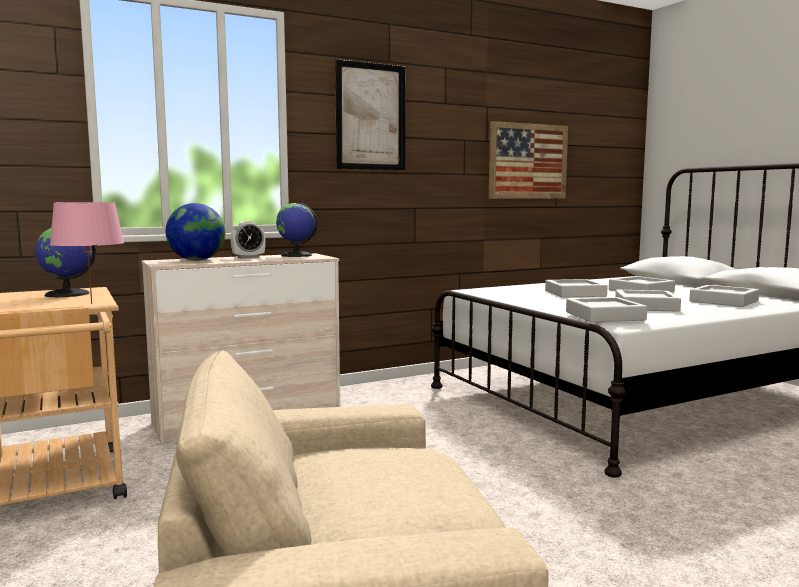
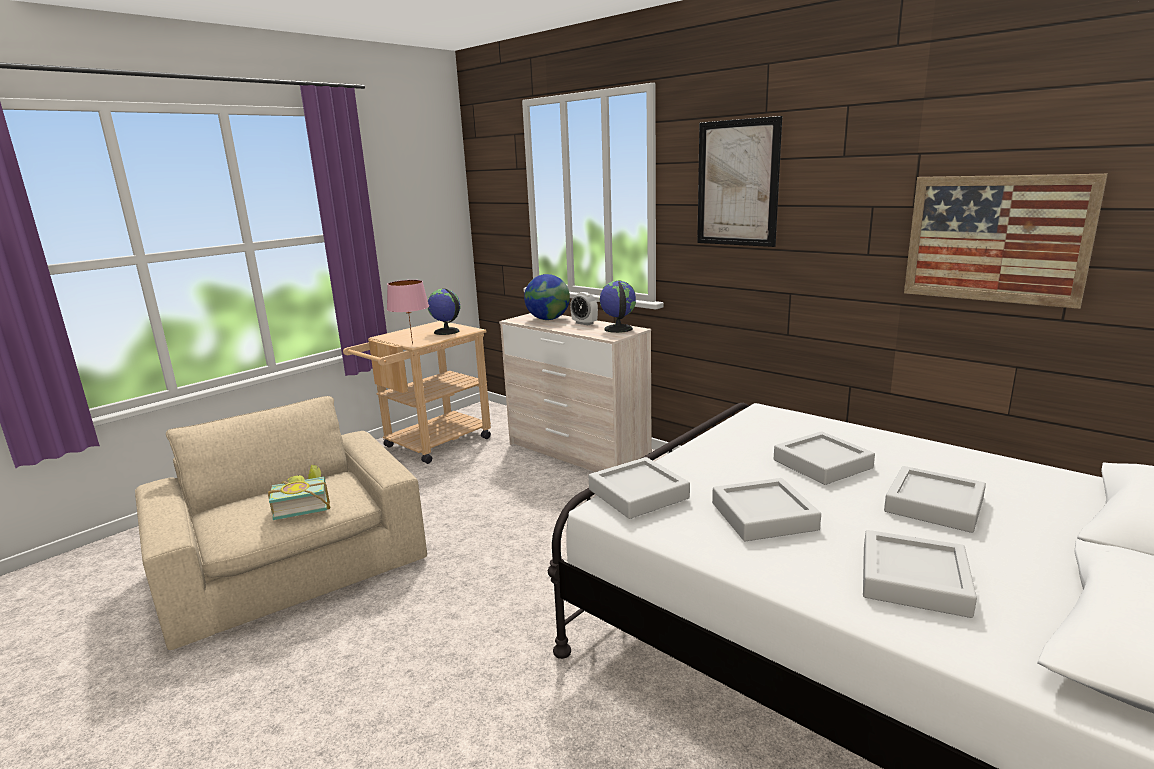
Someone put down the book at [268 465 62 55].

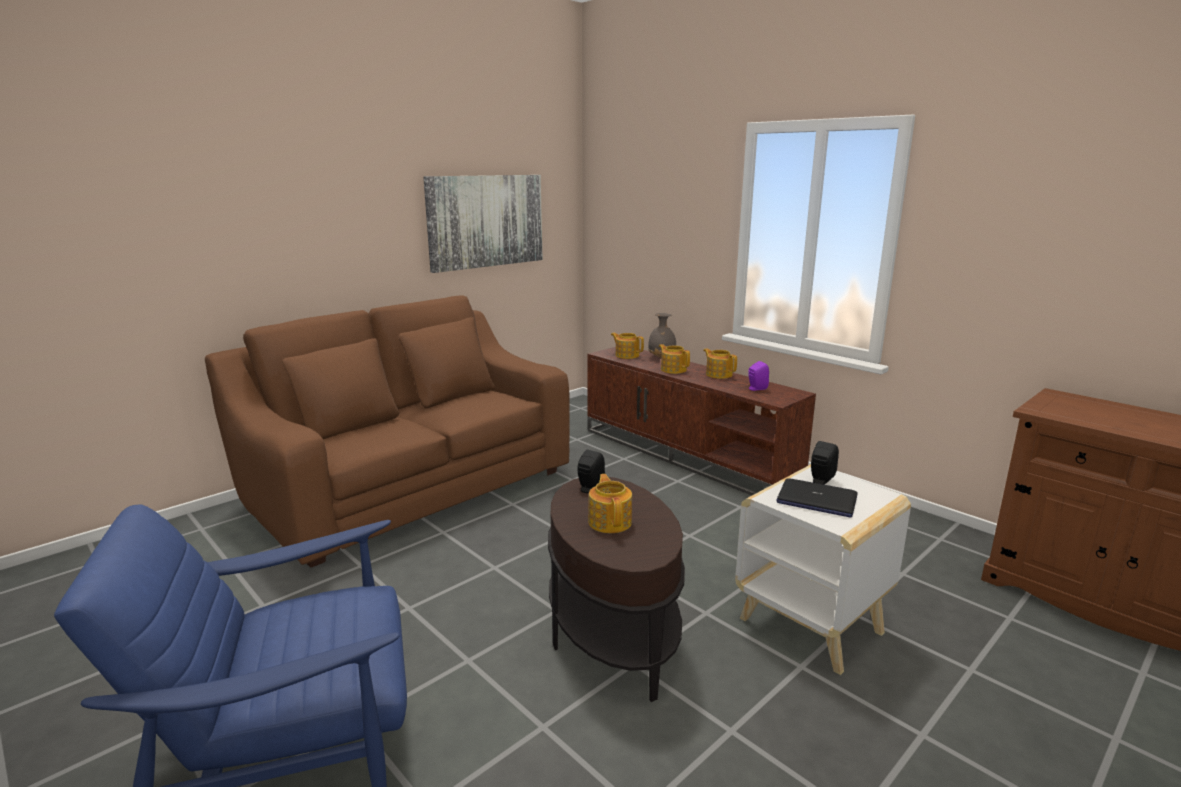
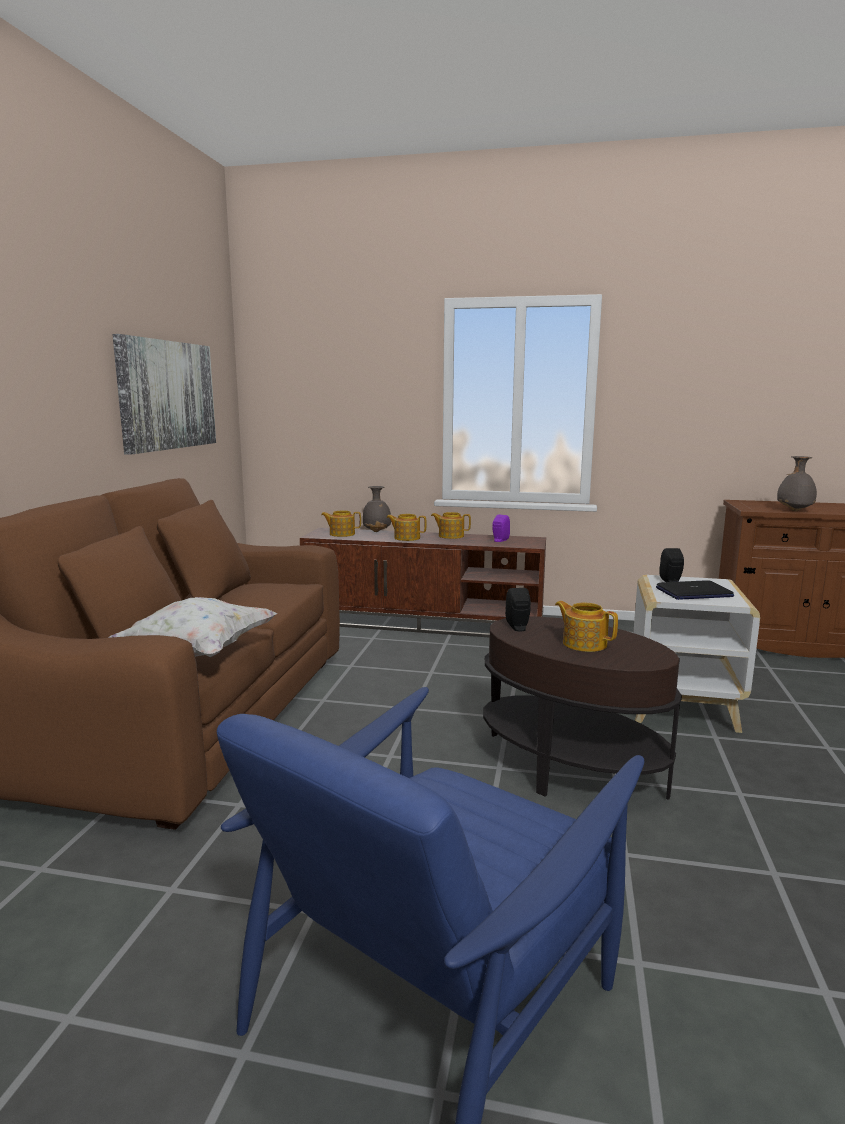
Someone put down the pillow in white at [108 597 170 60].
Someone put down the vase in grey at [777 456 40 55].

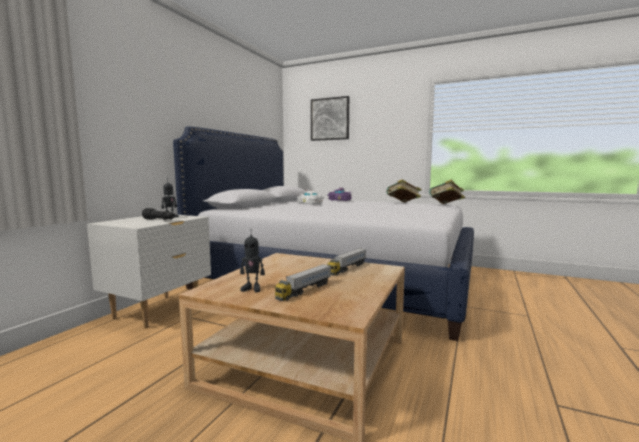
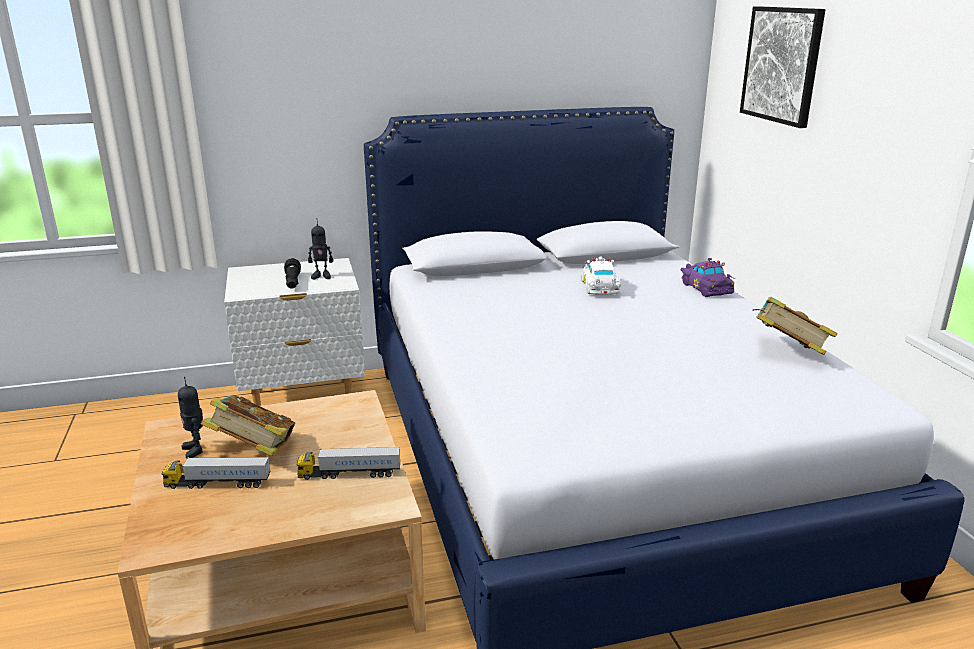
Someone carried the book from [429 180 36 24] to [201 395 94 61].

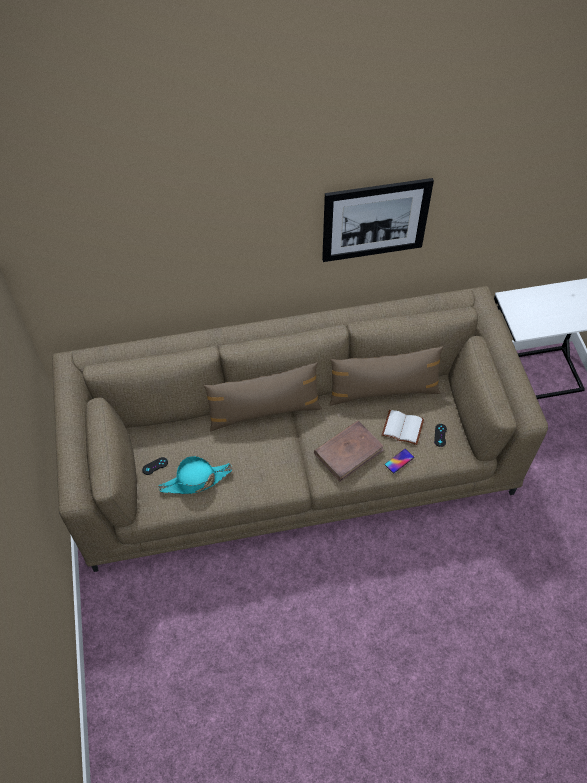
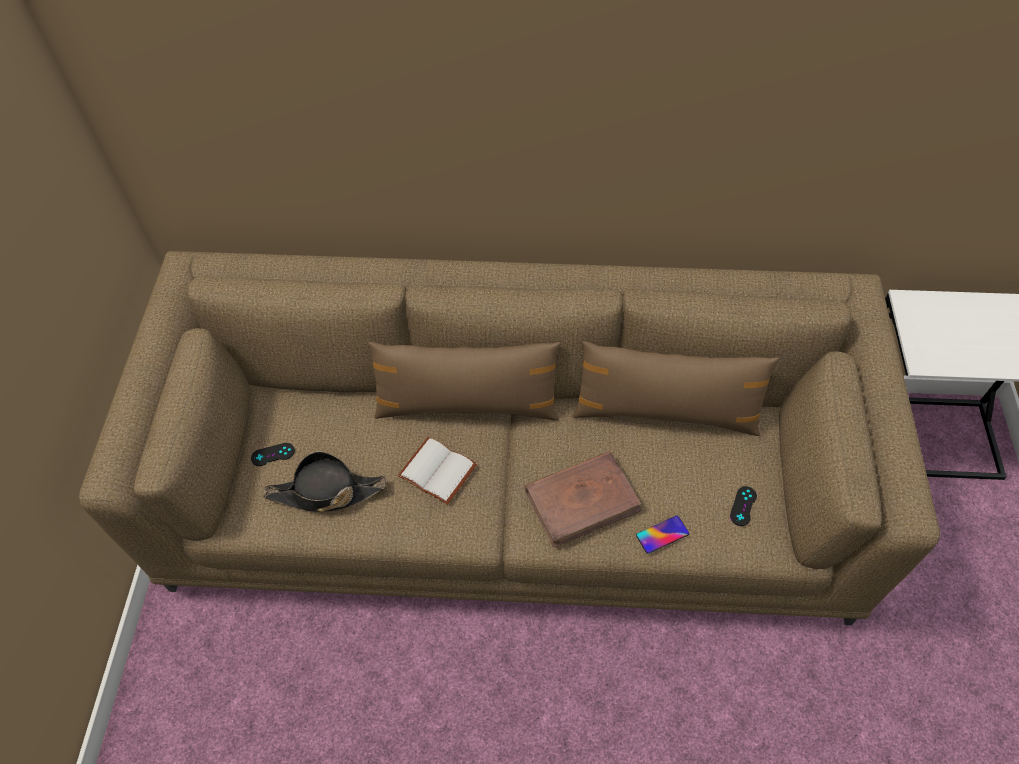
Someone repainted the hat in turquoise at [158 456 74 38], which became the hat in black at [264 451 122 61].
Someone carried the book in white from [382 410 42 35] to [398 437 79 68].
Someone took away the picture at [322 178 112 84].

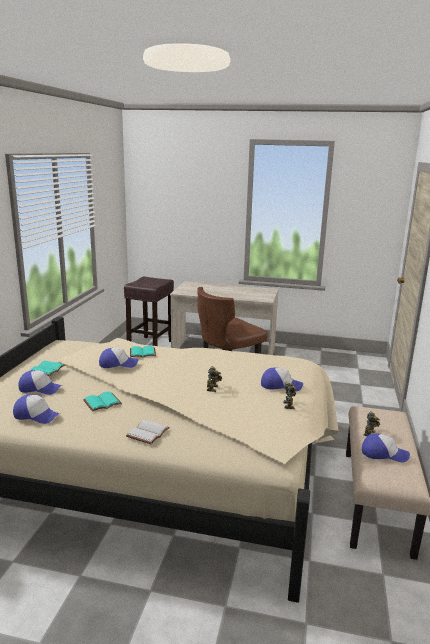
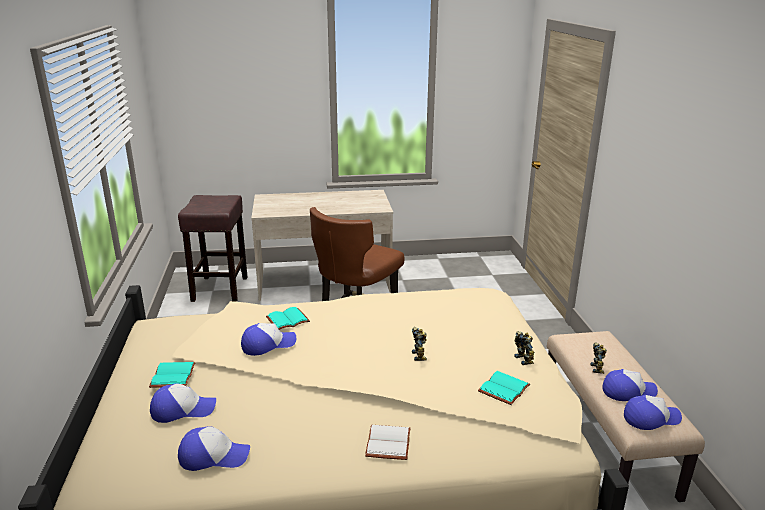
Someone carried the book in turquoise from [83 392 39 20] to [478 371 52 34].
Someone carried the cap from [261 368 42 23] to [624 395 58 35].

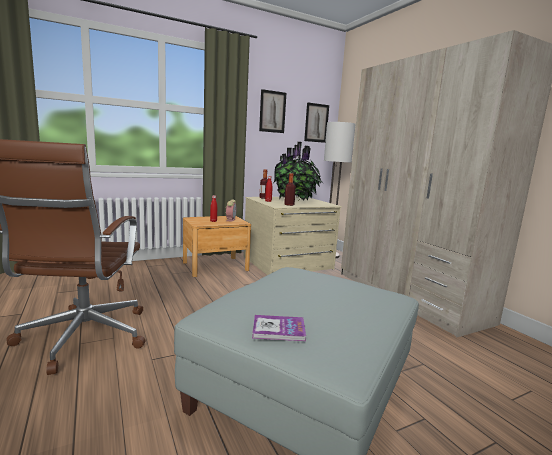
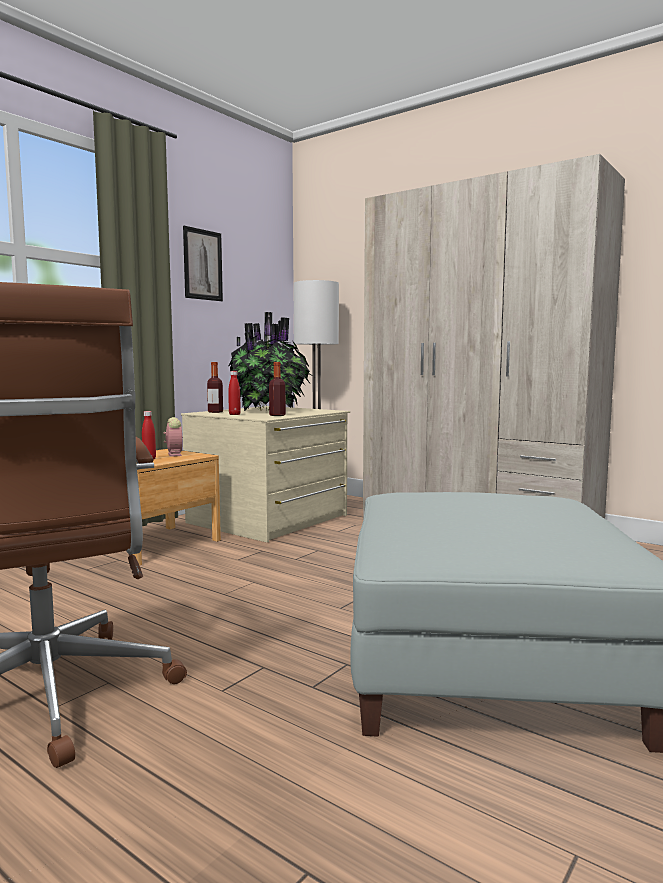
Someone took away the book at [252 315 54 26].
Someone took away the picture at [304 102 25 41].

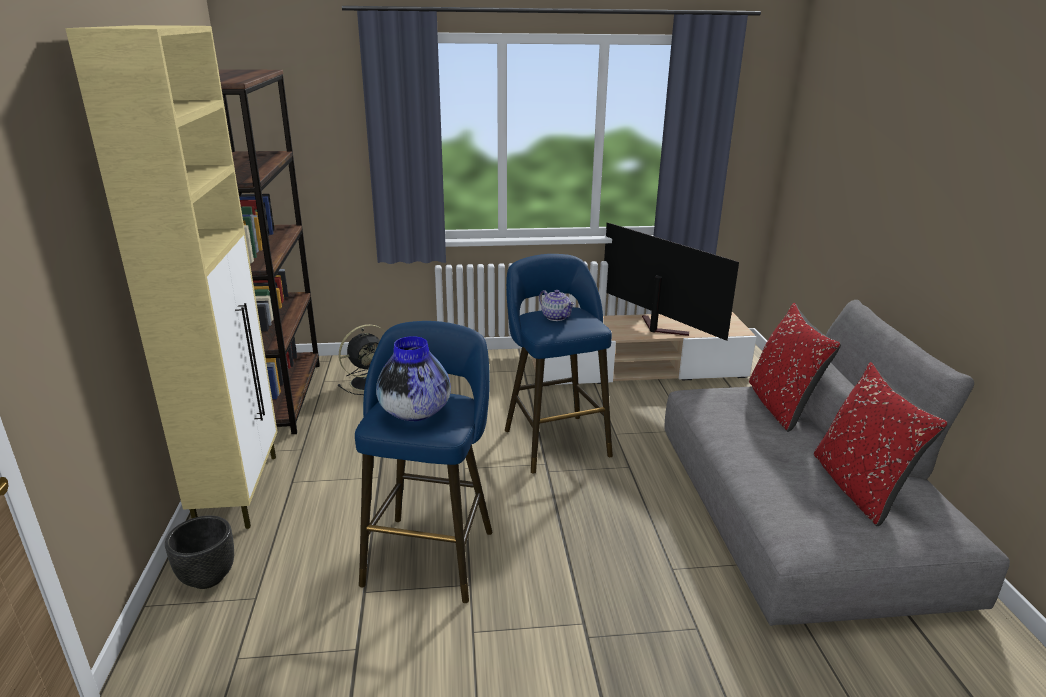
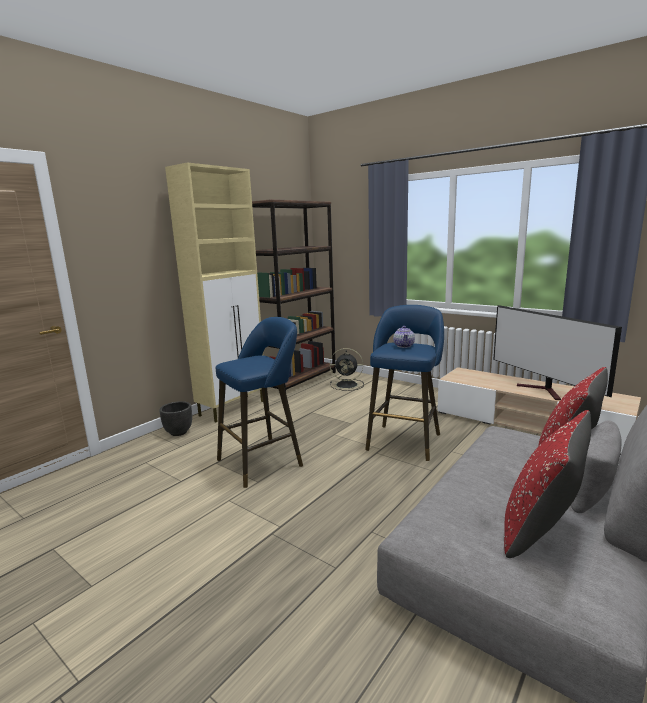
Someone rotated the television at [604 223 135 118] by 150 degrees clockwise.
Someone took away the vase at [376 336 75 85].

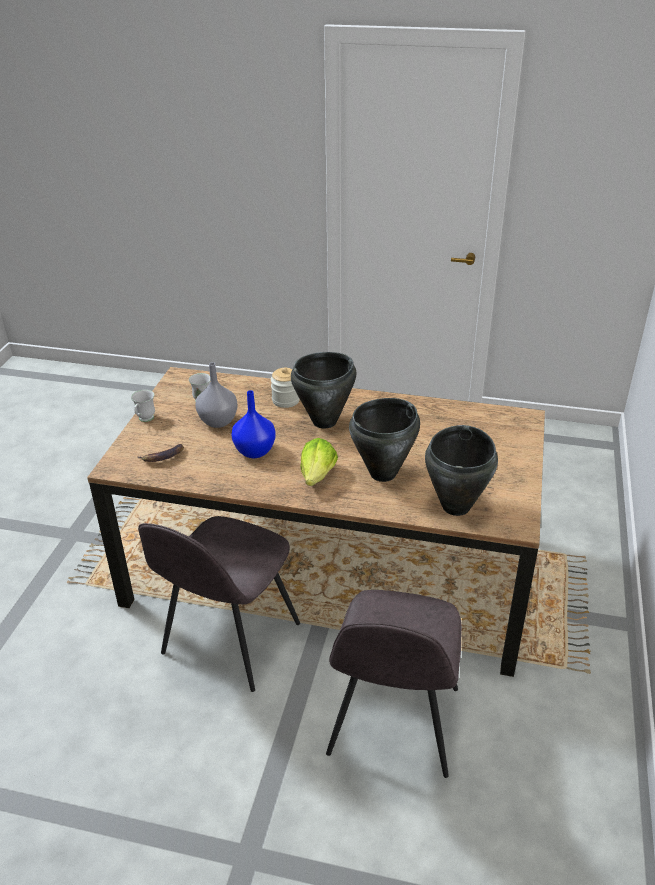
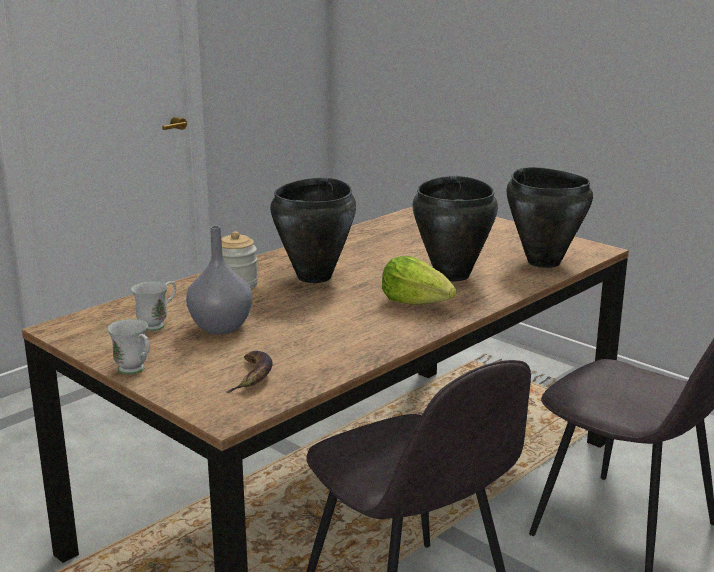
Someone took away the vase in blue at [231 390 45 68].

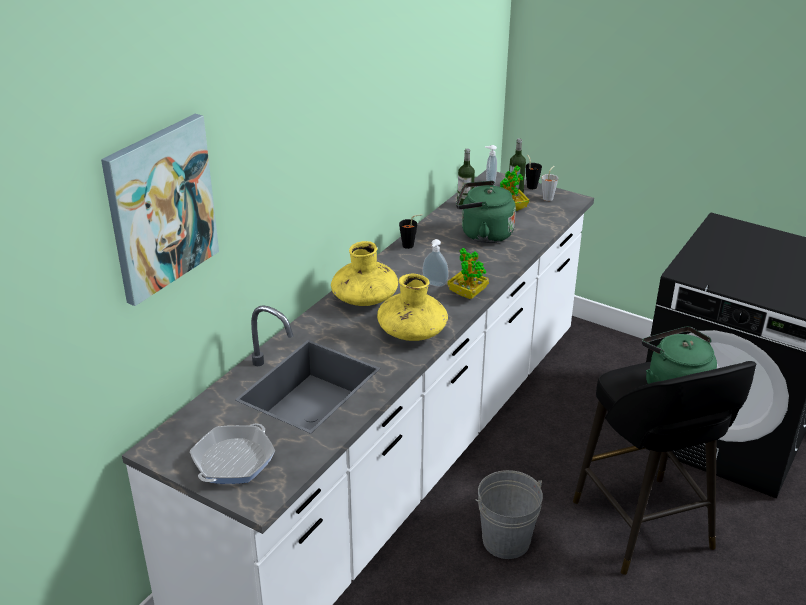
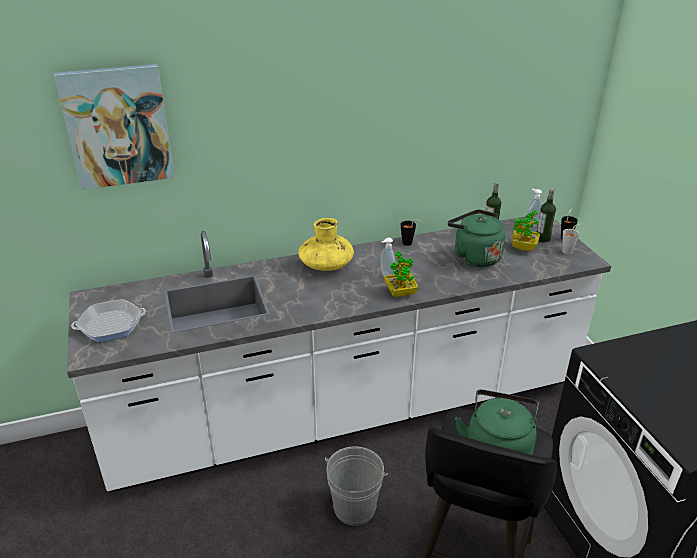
Someone took away the vase in yellow at [377 274 71 67].

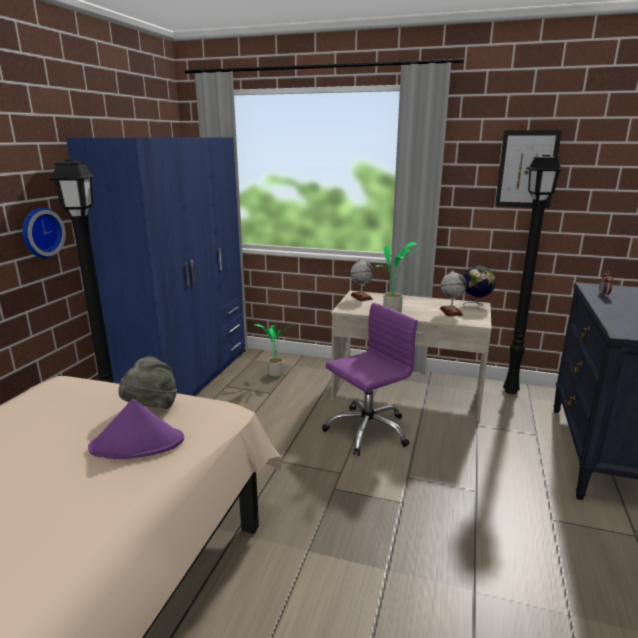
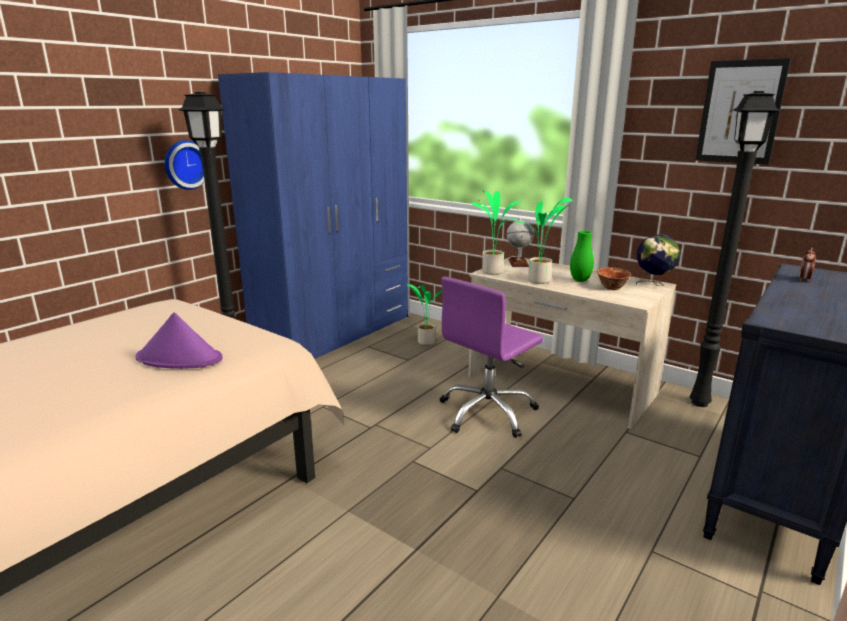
Someone rotated the office chair in purple at [322 303 96 153] by 150 degrees clockwise.
Someone put down the potted plant at [472 190 50 85].
Someone put down the vase in green at [570 231 24 51].
Someone swapped the globe at [440 270 27 46] for the bowl at [597 267 34 23].
Someone took away the hat in grey at [118 356 59 53].

